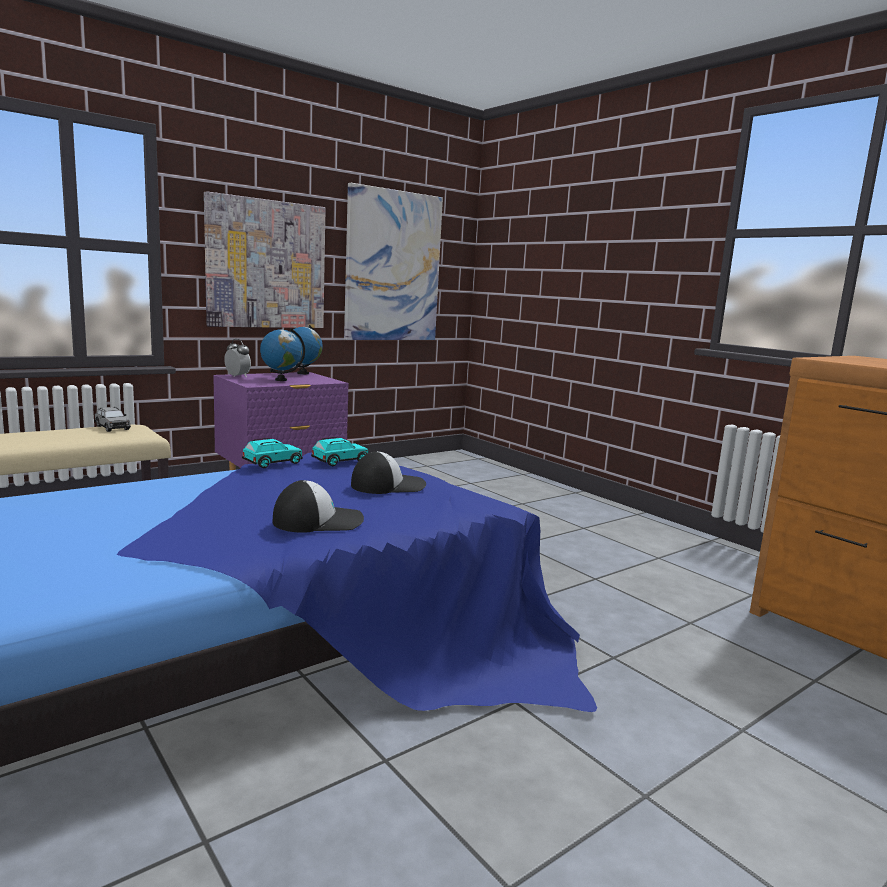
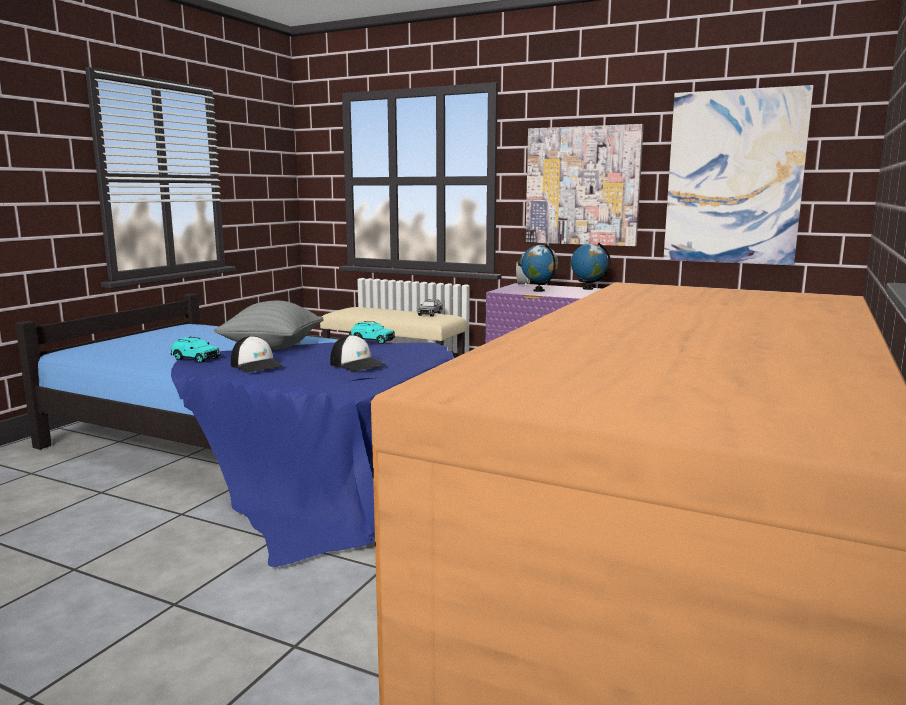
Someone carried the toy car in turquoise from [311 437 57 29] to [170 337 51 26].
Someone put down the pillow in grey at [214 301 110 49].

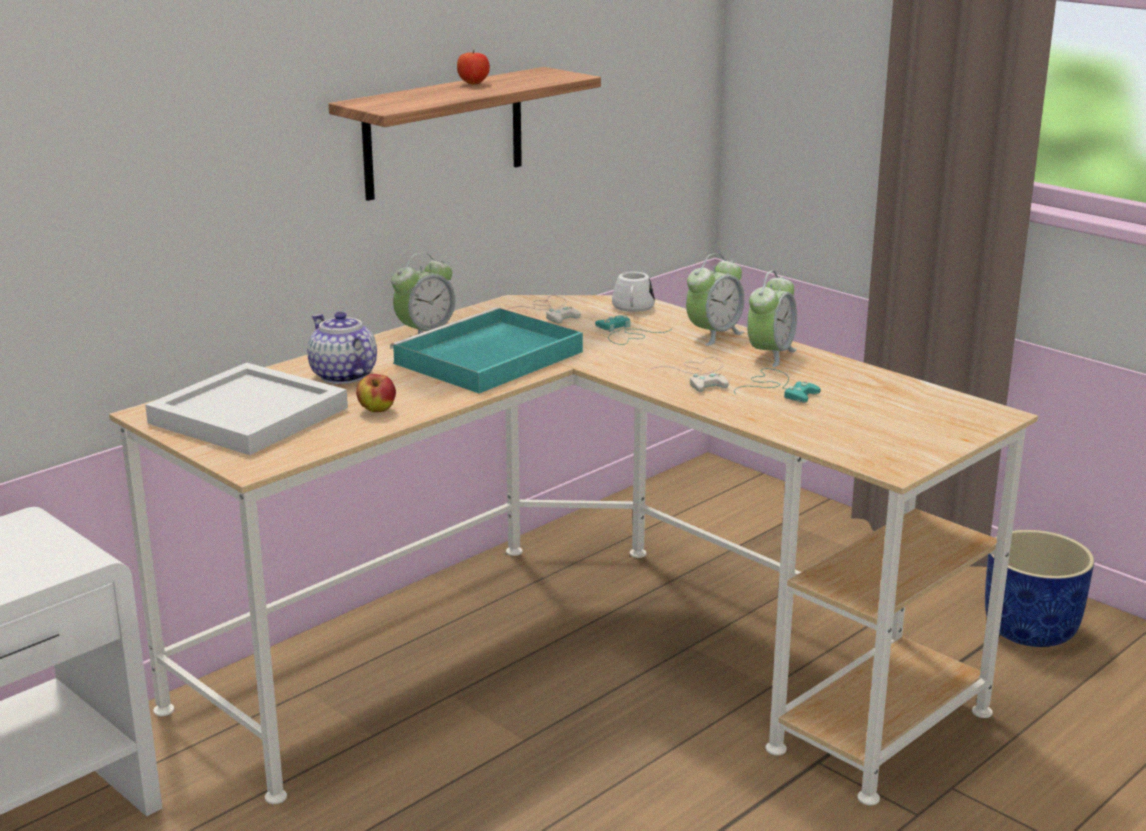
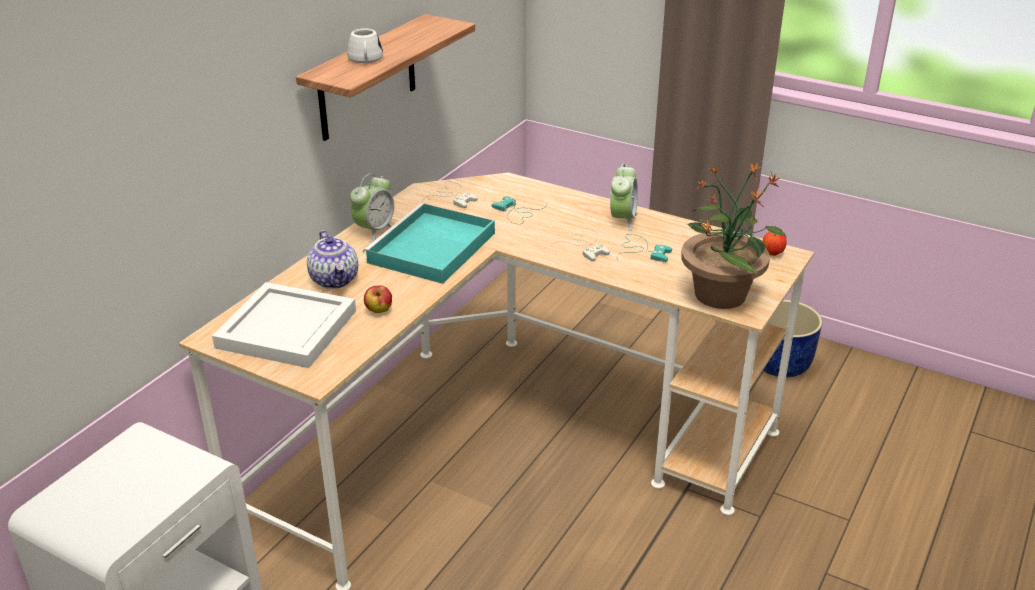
Someone rotated the teapot at [307 311 70 73] by 150 degrees counterclockwise.
Someone carried the mug in white from [612 271 43 41] to [347 28 36 35].
Someone put down the potted plant at [681 161 106 148].
Someone carried the apple from [457 50 33 35] to [763 232 24 24].
Someone took away the alarm clock at [686 253 59 93].

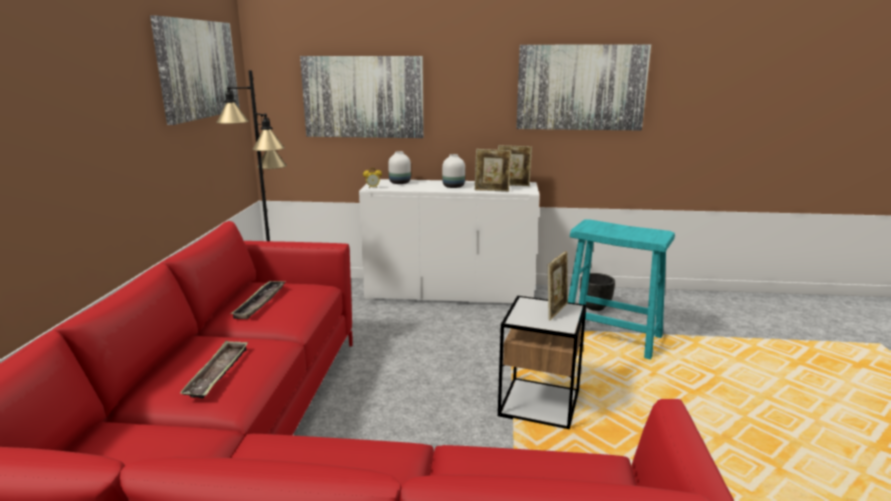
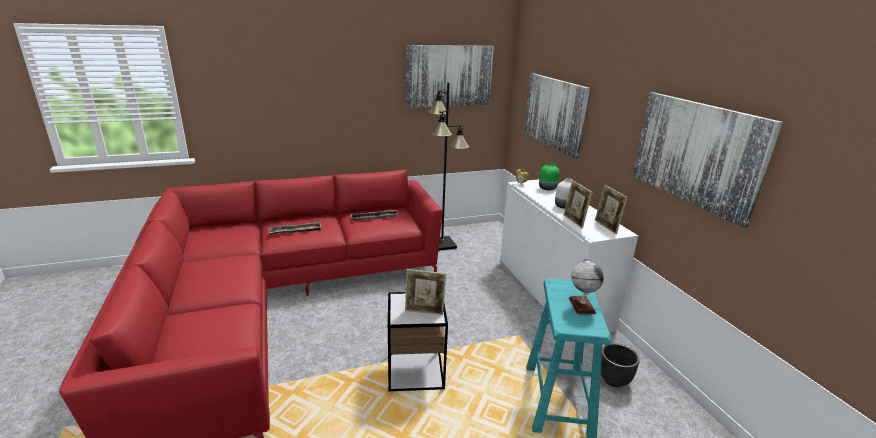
Someone repainted the vase in white at [388 151 23 33], which became the vase in green at [539 163 20 27].
Someone put down the globe at [569 259 35 55].

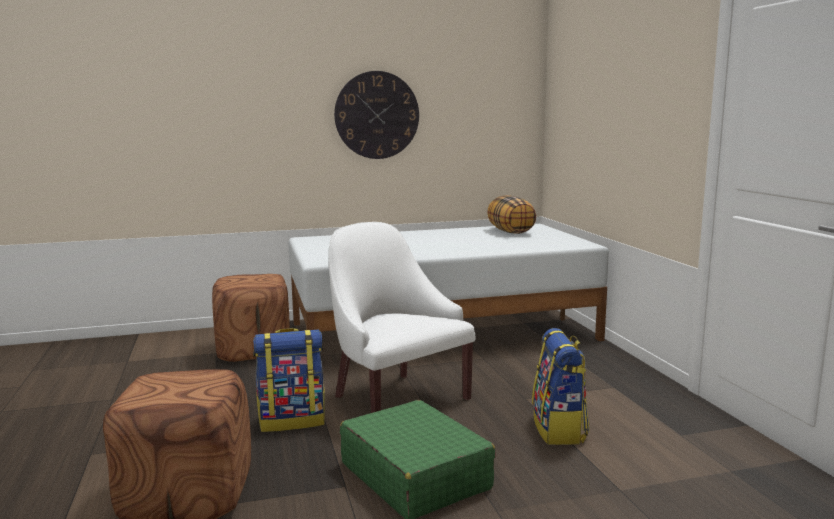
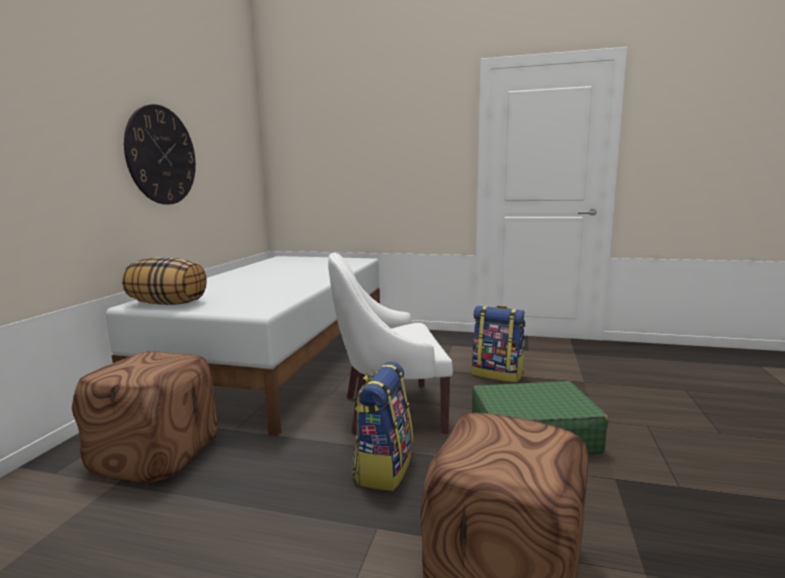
Someone carried the pillow from [487 195 49 39] to [122 258 85 47].

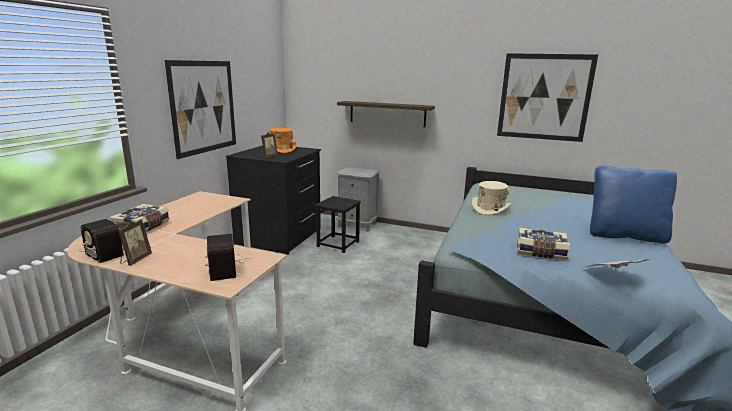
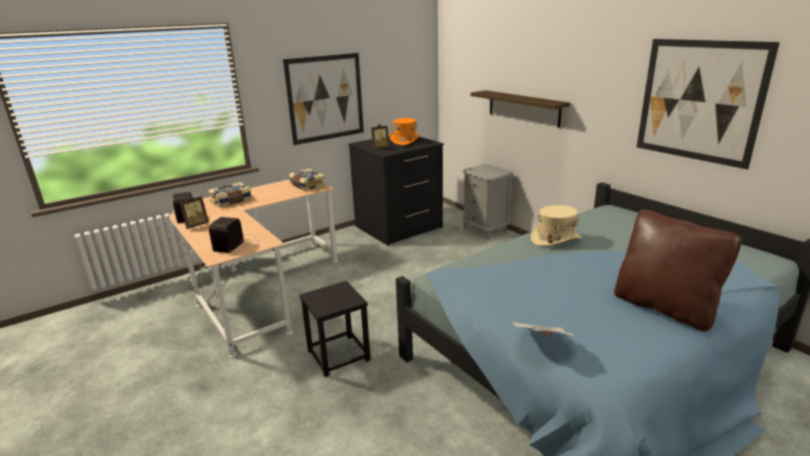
Someone carried the book from [517 228 53 32] to [289 169 37 22].
Someone carried the stool in black from [315 196 46 57] to [300 281 71 96].
Someone repainted the pillow in blue at [590 165 87 79], which became the pillow in brown at [614 210 128 121].

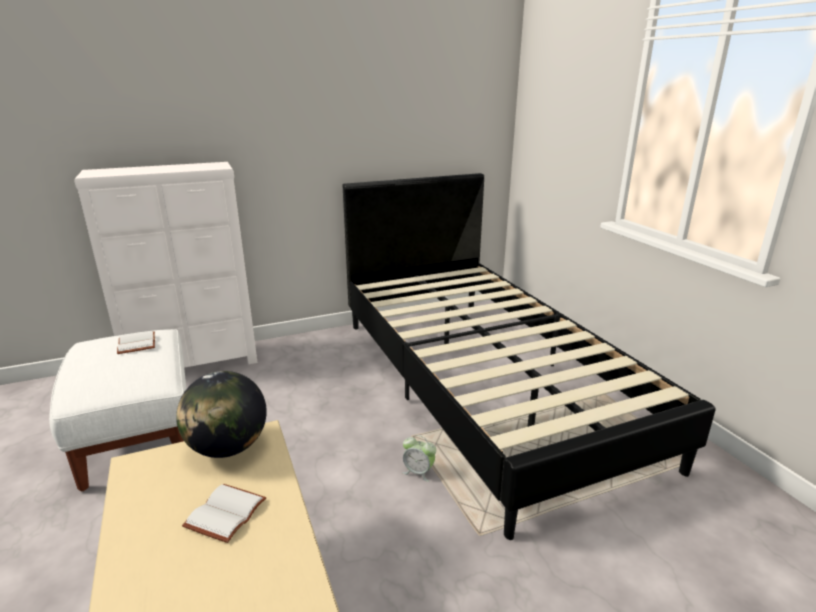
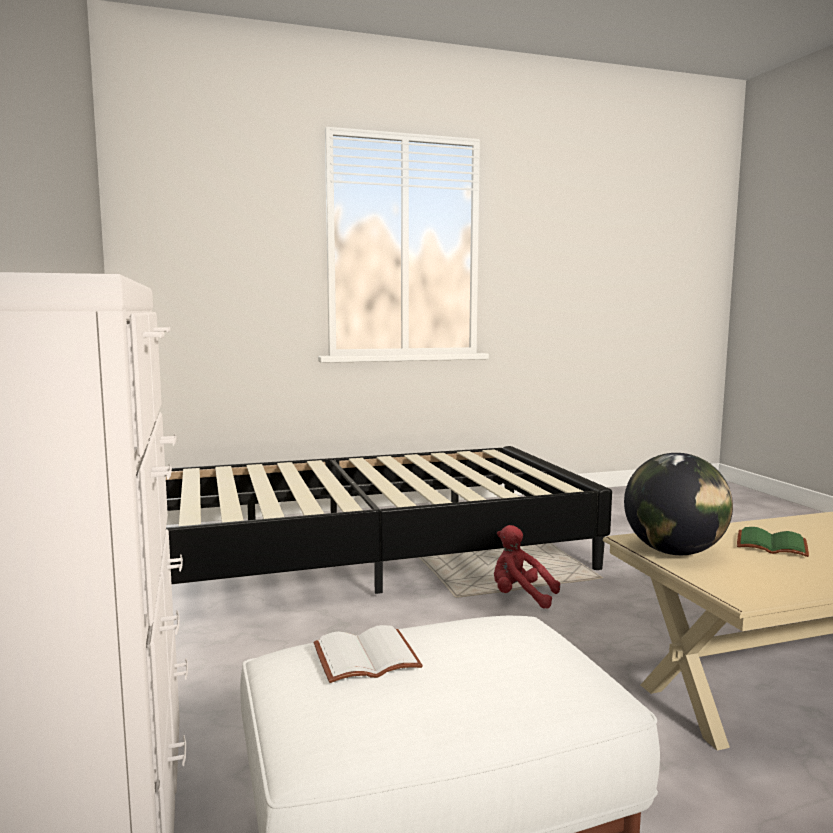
Someone swapped the alarm clock at [402 435 34 47] for the plush toy in red at [494 525 66 84].
Someone repainted the book in white at [182 484 84 59], which became the book in green at [737 527 72 30].

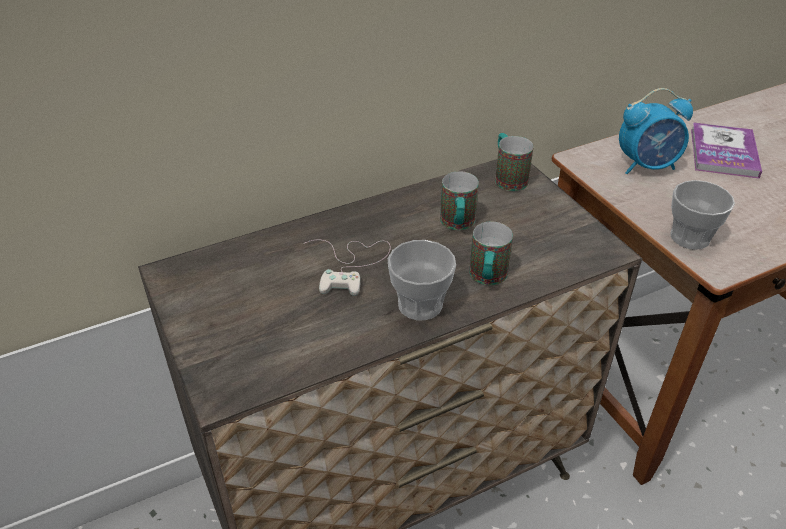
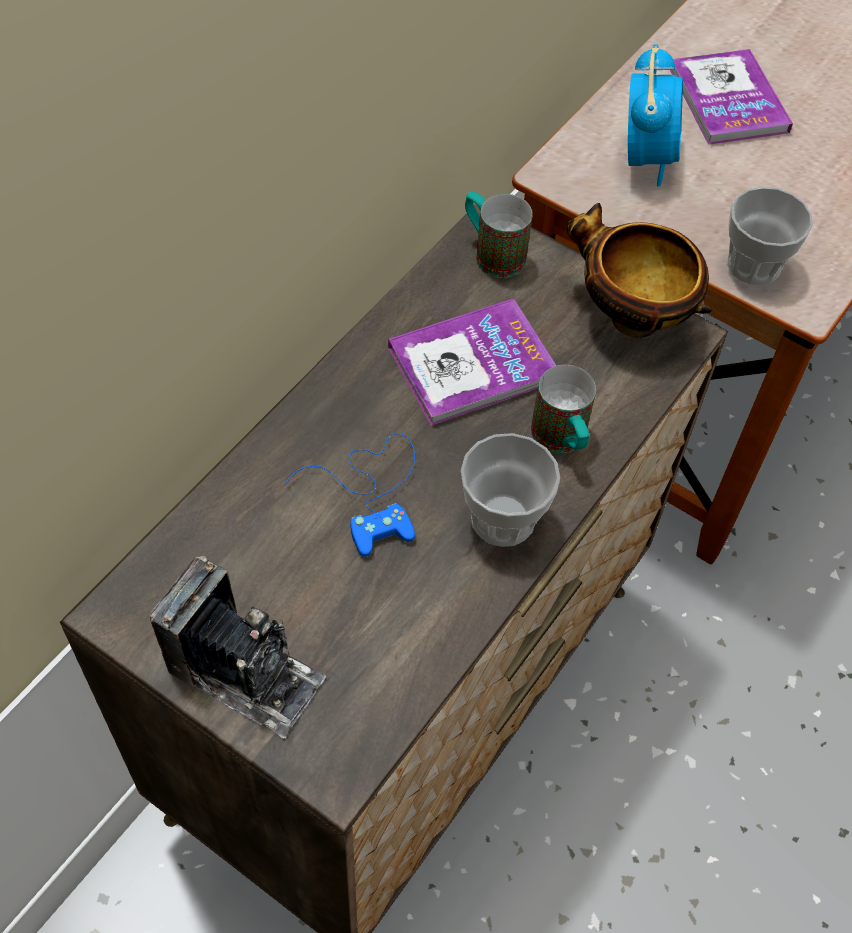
Someone put down the photo camera at [149 555 177 183].
Someone repainted the game controller in white at [304 240 87 56], which became the game controller in blue at [286 433 129 124].
Someone swapped the mug at [440 171 39 59] for the book at [388 298 169 128].
Someone put down the bowl at [567 203 145 135].
Someone rotated the alarm clock at [619 88 74 86] by 45 degrees counterclockwise.

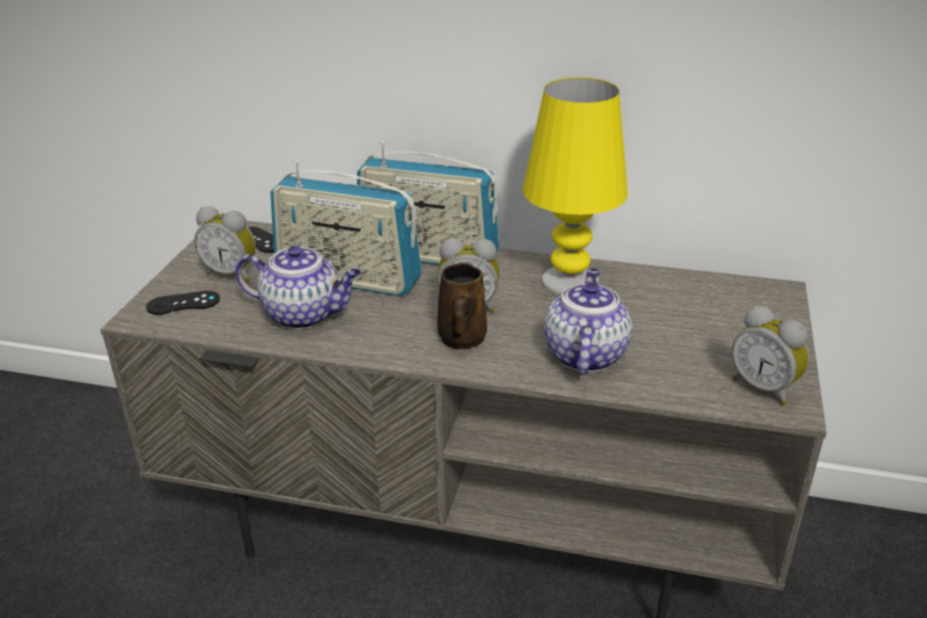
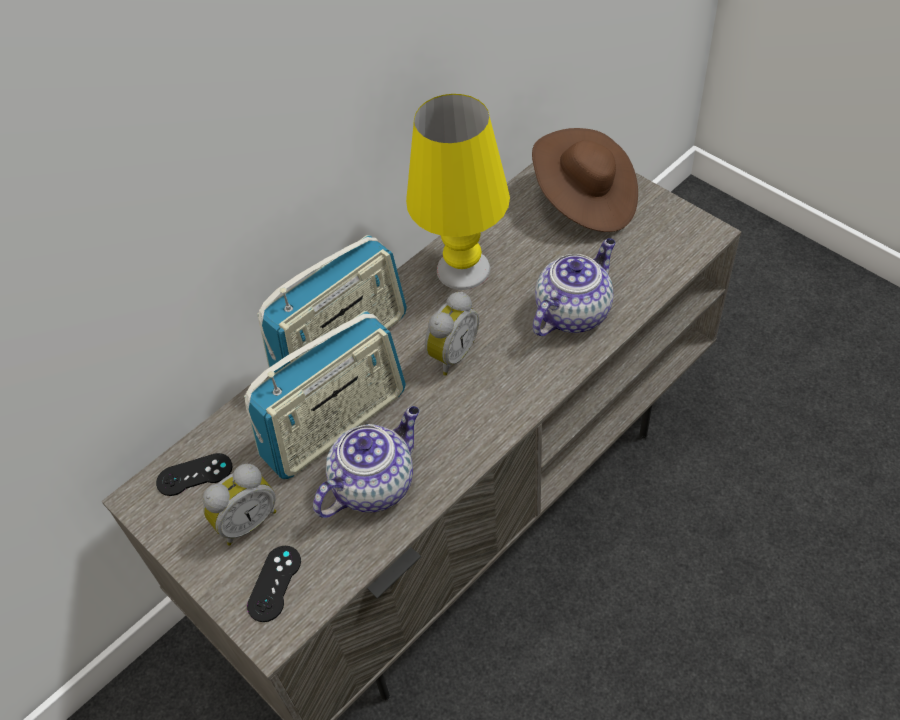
Someone put down the hat in brown at [532 128 106 104].
Someone rotated the teapot at [544 268 88 106] by 90 degrees clockwise.
Someone took away the mug in brown at [437 263 50 86].
Someone took away the alarm clock at [732 305 77 100].

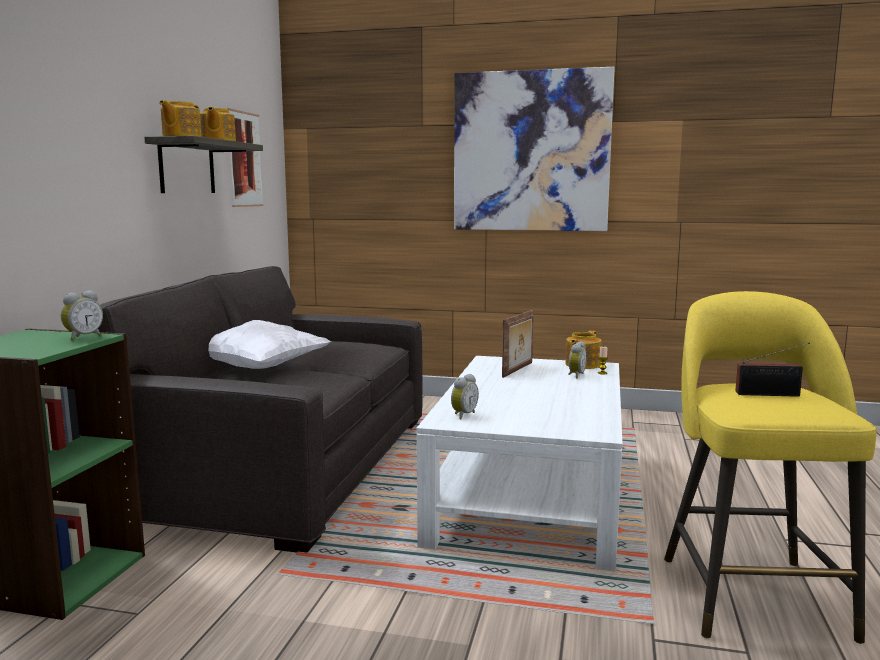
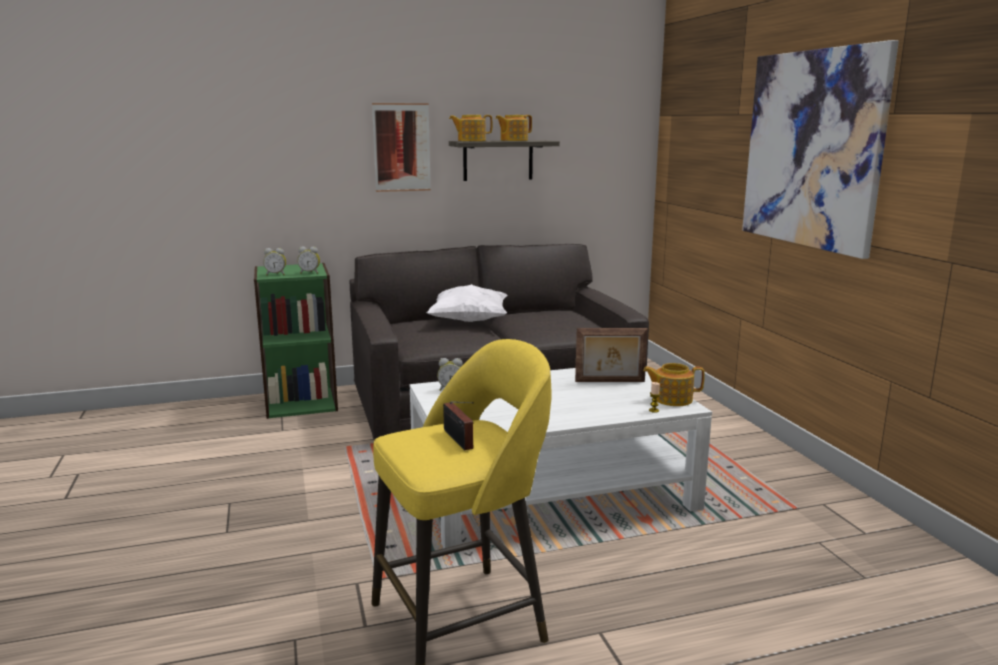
Someone carried the alarm clock from [568 341 19 37] to [263 248 23 27].
Someone carried the picture from [227 108 36 99] to [372 103 59 89].

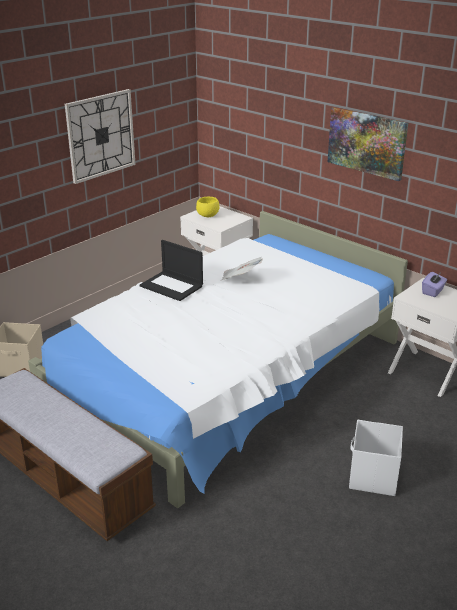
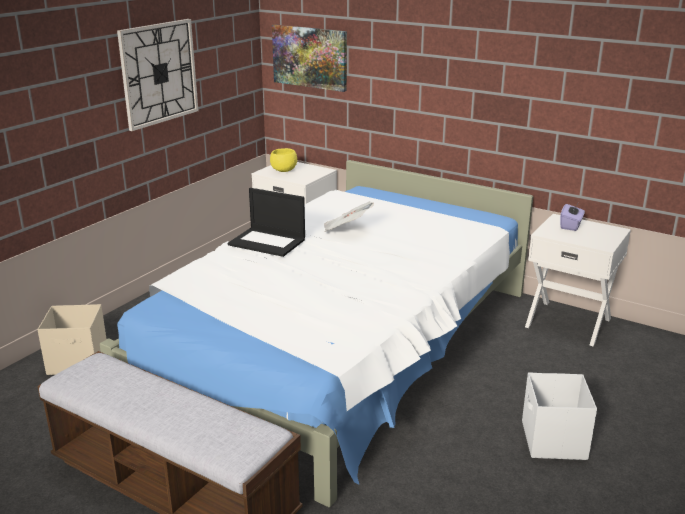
Someone carried the picture from [328 107 80 74] to [272 24 75 68].

